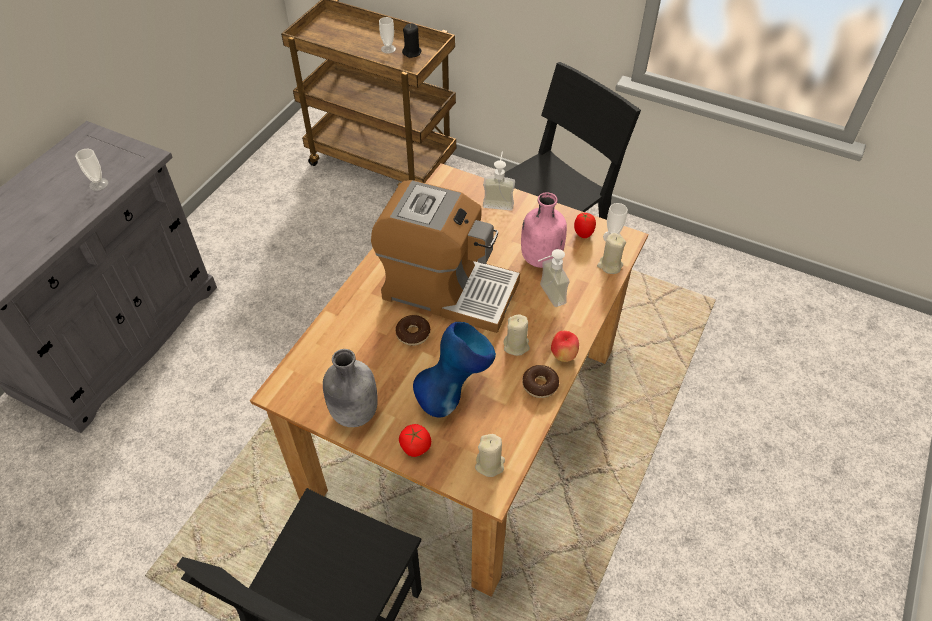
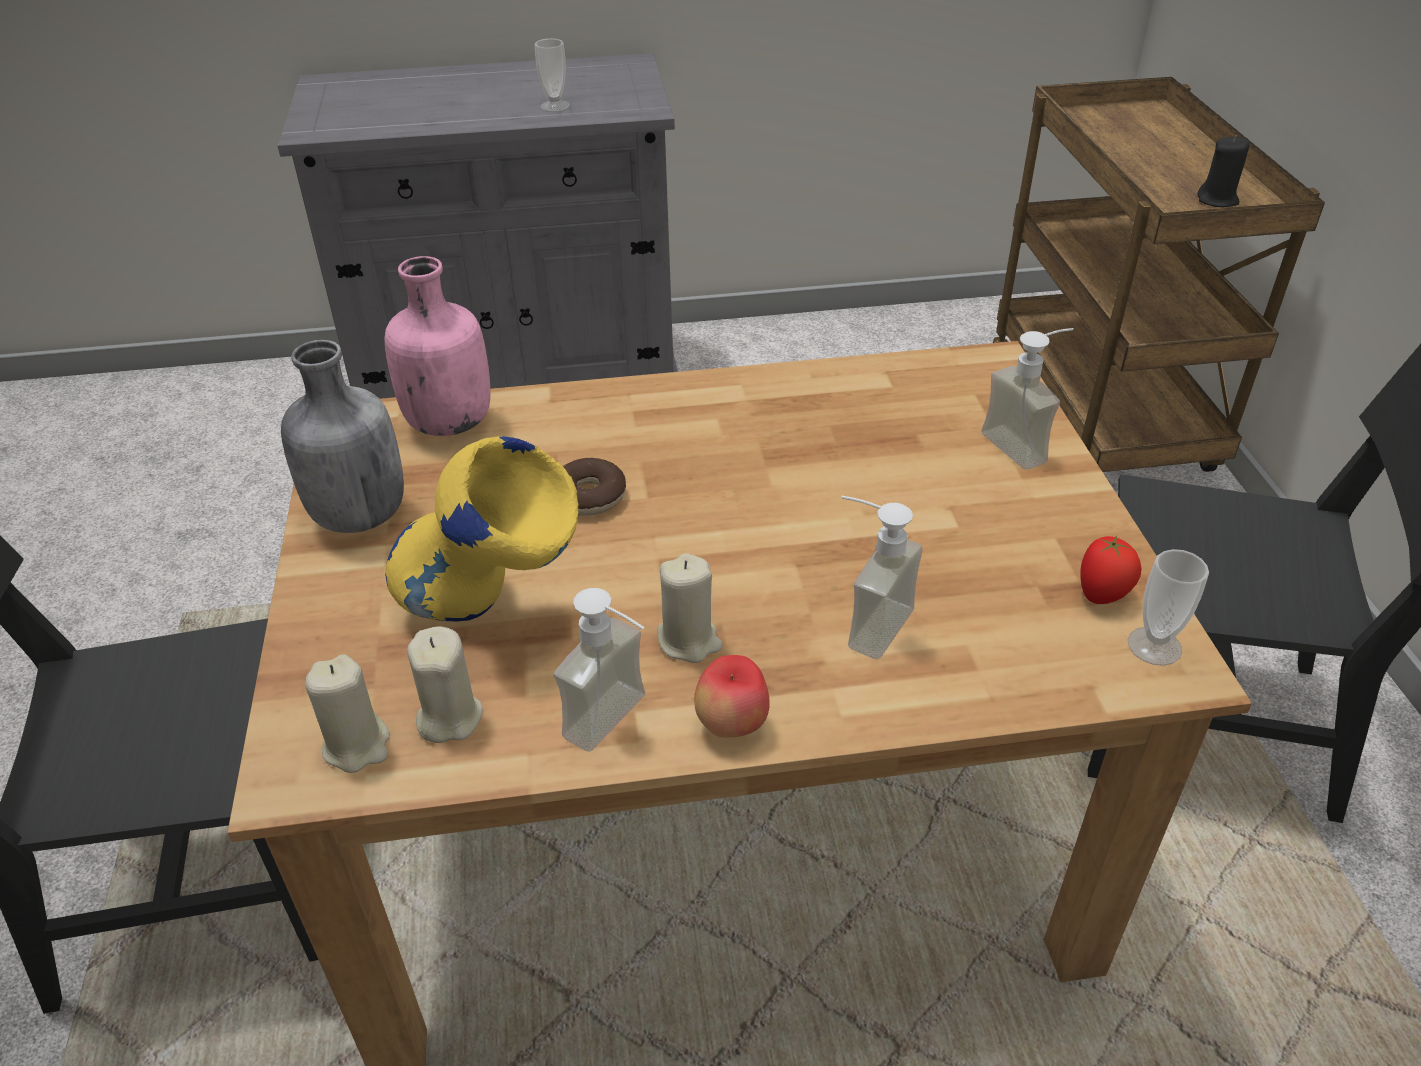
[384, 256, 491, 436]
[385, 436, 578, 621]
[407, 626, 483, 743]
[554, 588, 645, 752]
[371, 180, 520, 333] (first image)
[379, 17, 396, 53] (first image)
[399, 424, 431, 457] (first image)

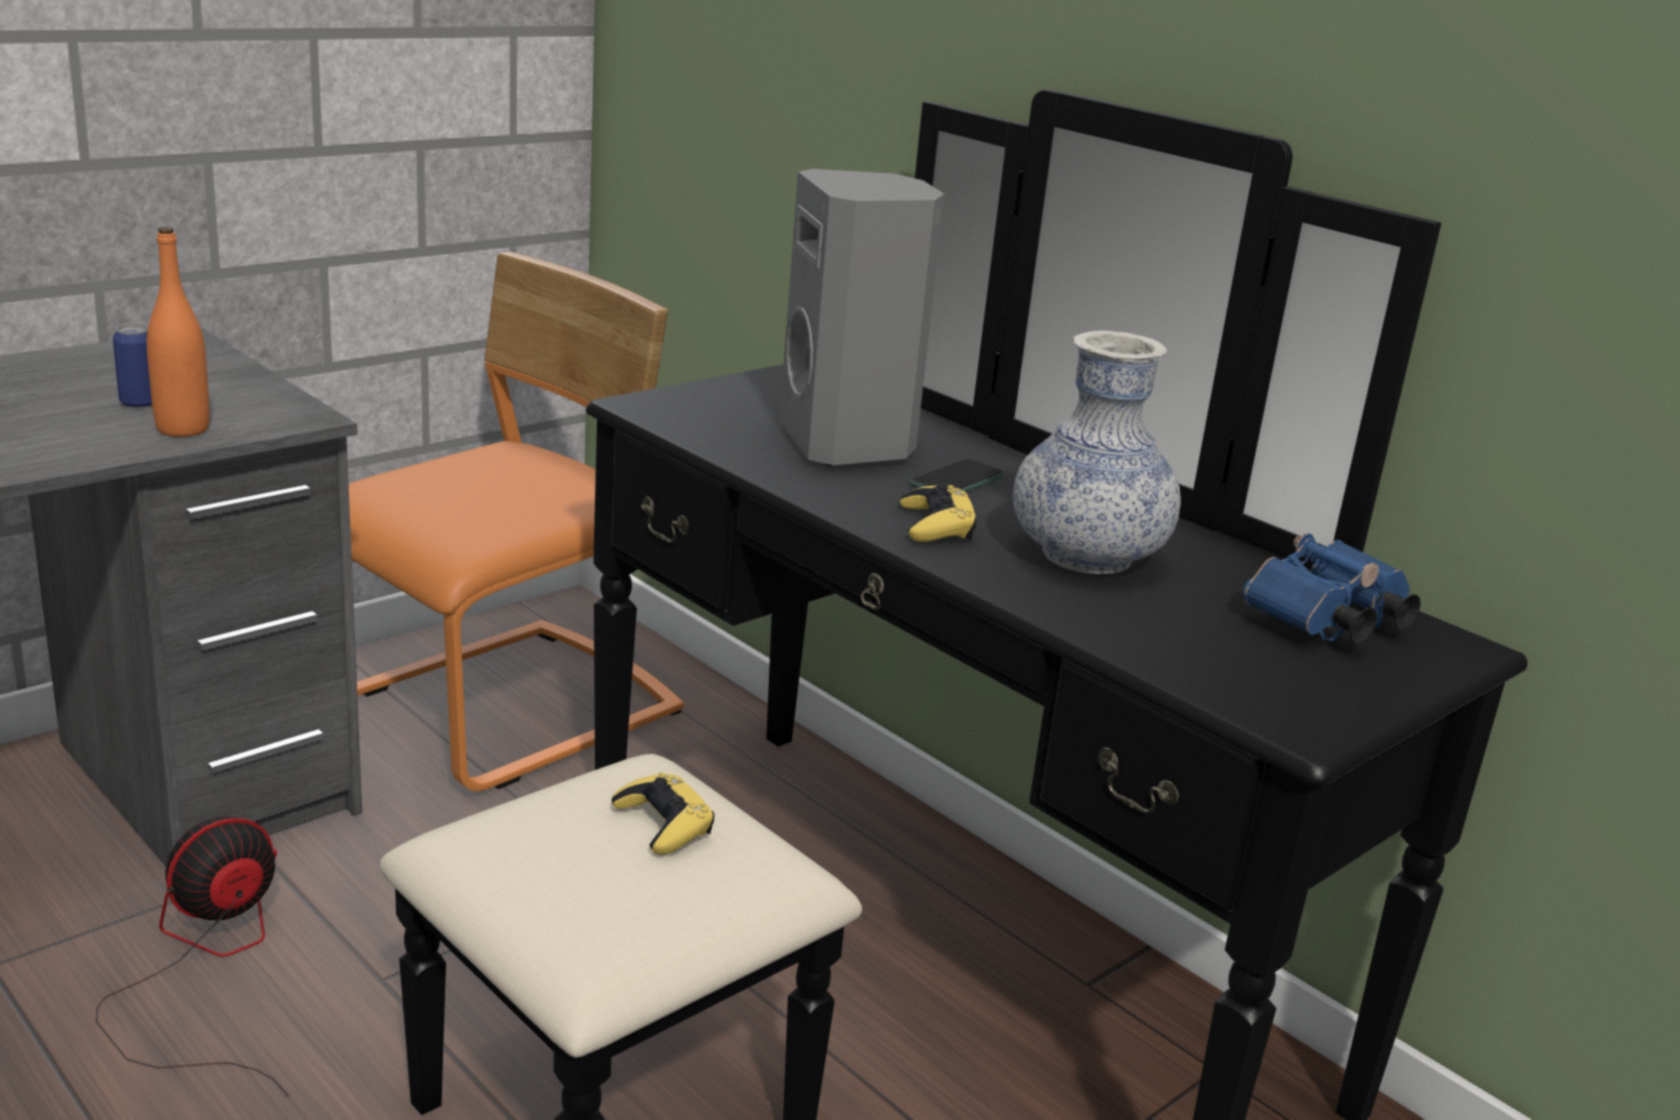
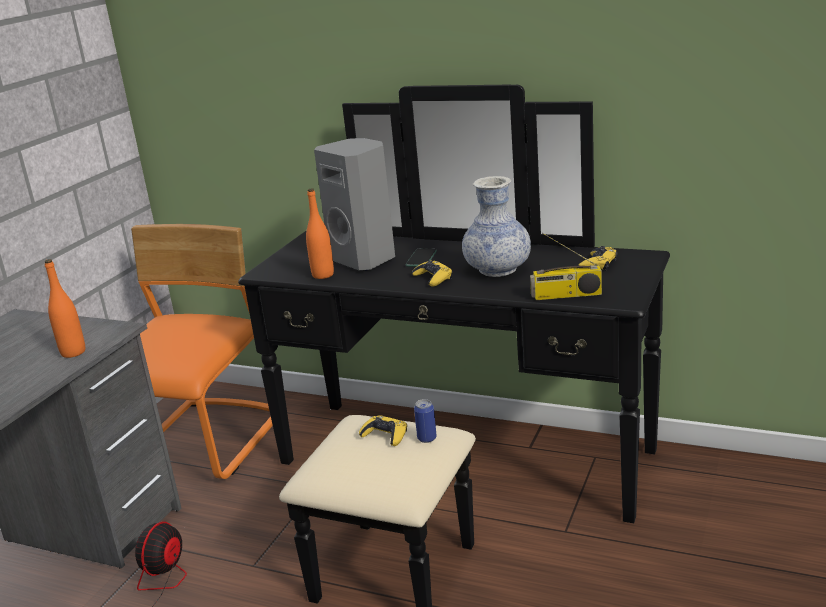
[306, 189, 334, 279]
[414, 399, 437, 443]
[530, 233, 602, 300]
[578, 246, 617, 271]

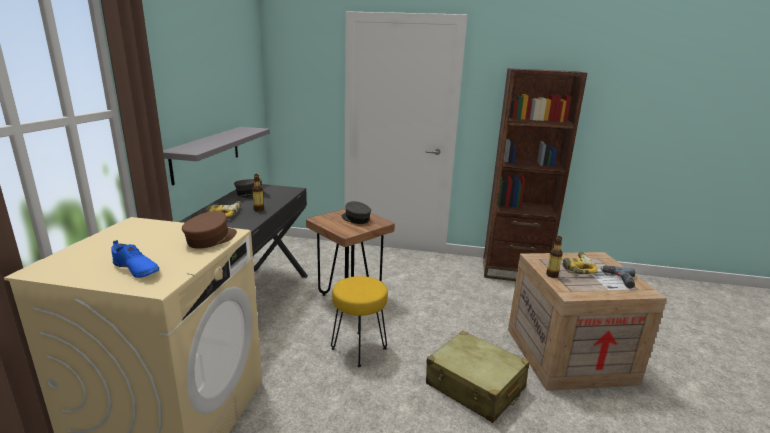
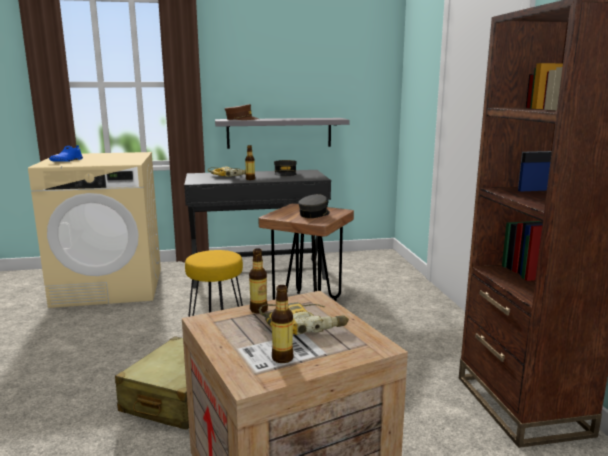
[225, 104, 259, 120]
[271, 285, 294, 363]

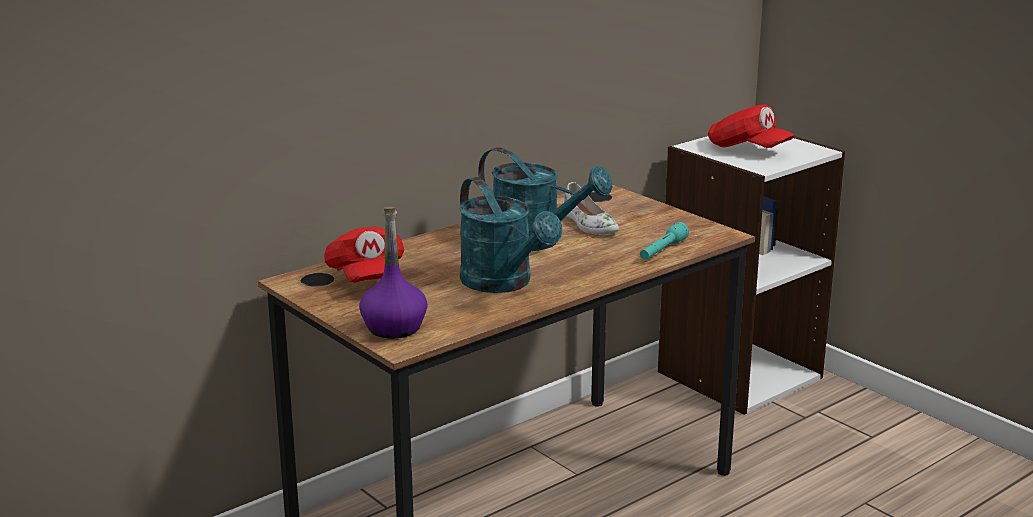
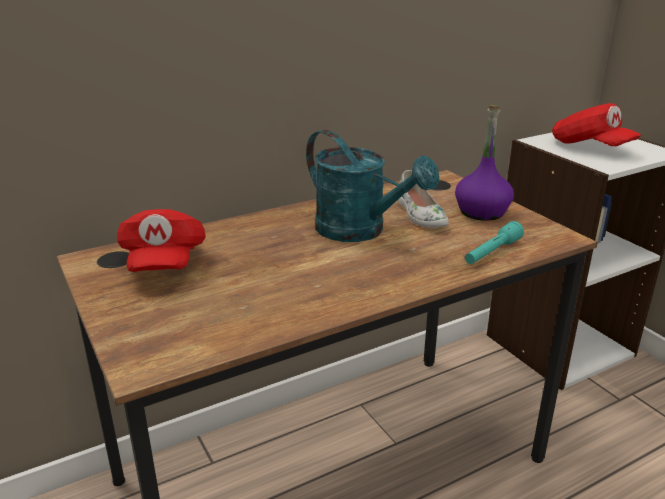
[455, 105, 514, 221]
[459, 177, 562, 293] (first image)

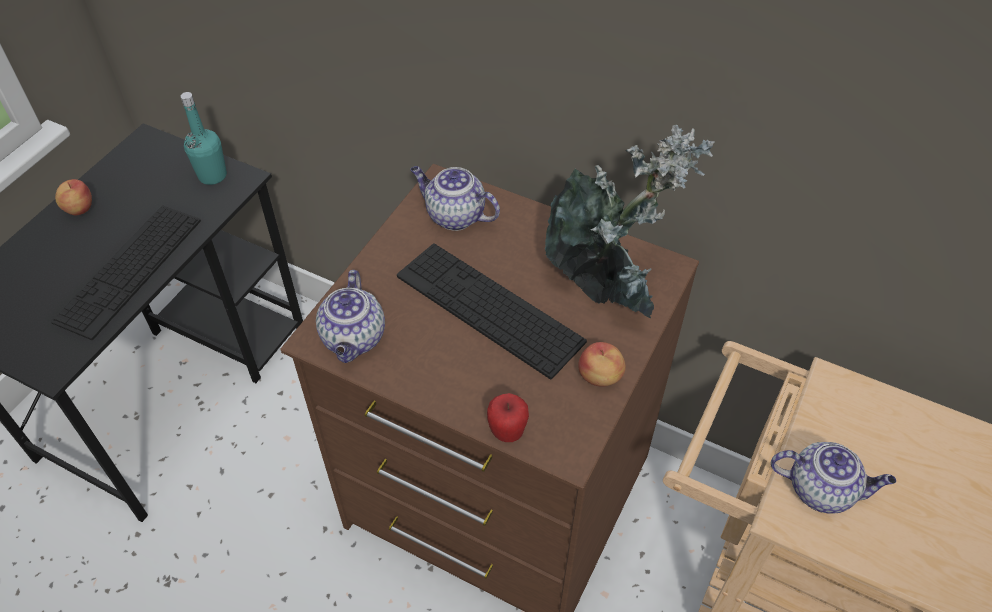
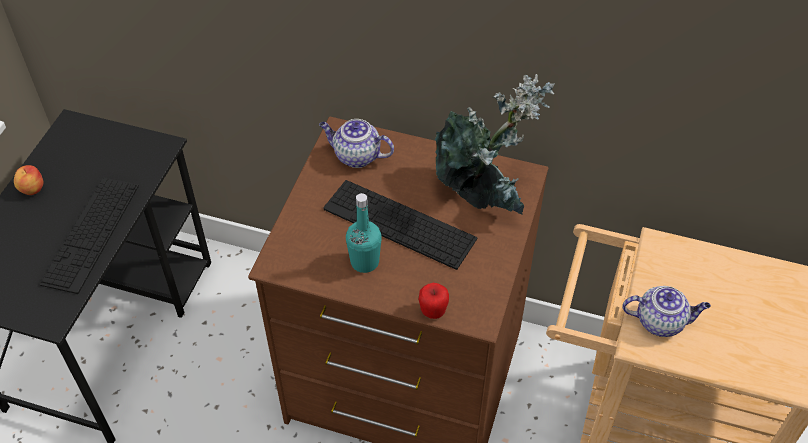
[346, 193, 382, 273]
[316, 270, 385, 363] (first image)
[578, 342, 626, 387] (first image)

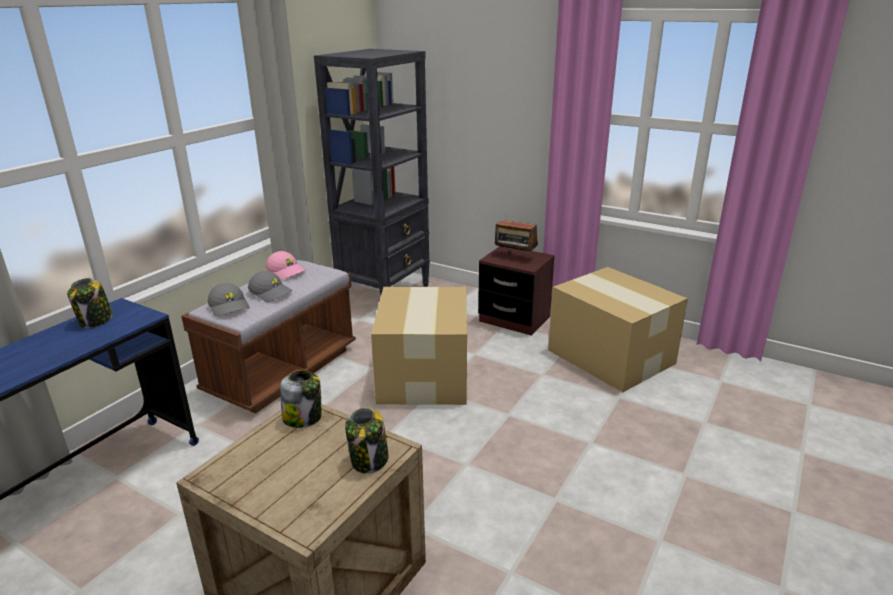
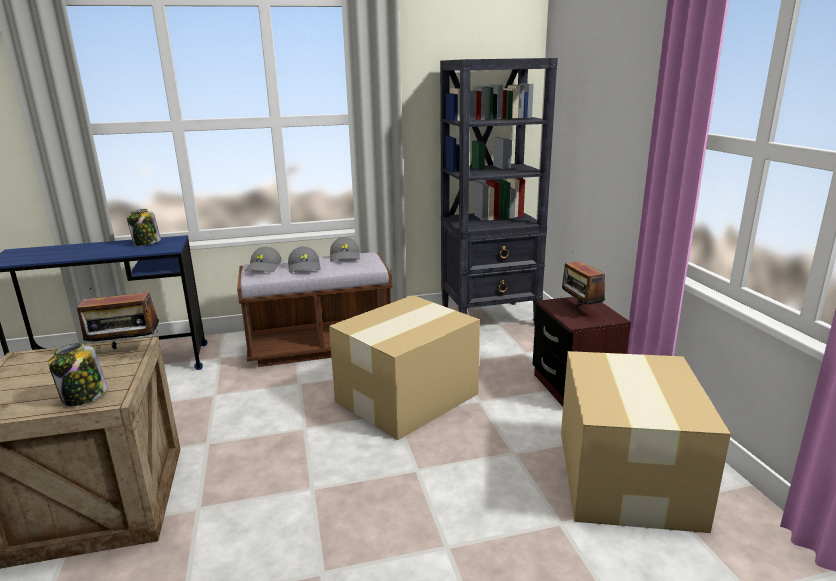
[77, 288, 159, 350]
[330, 237, 360, 261]

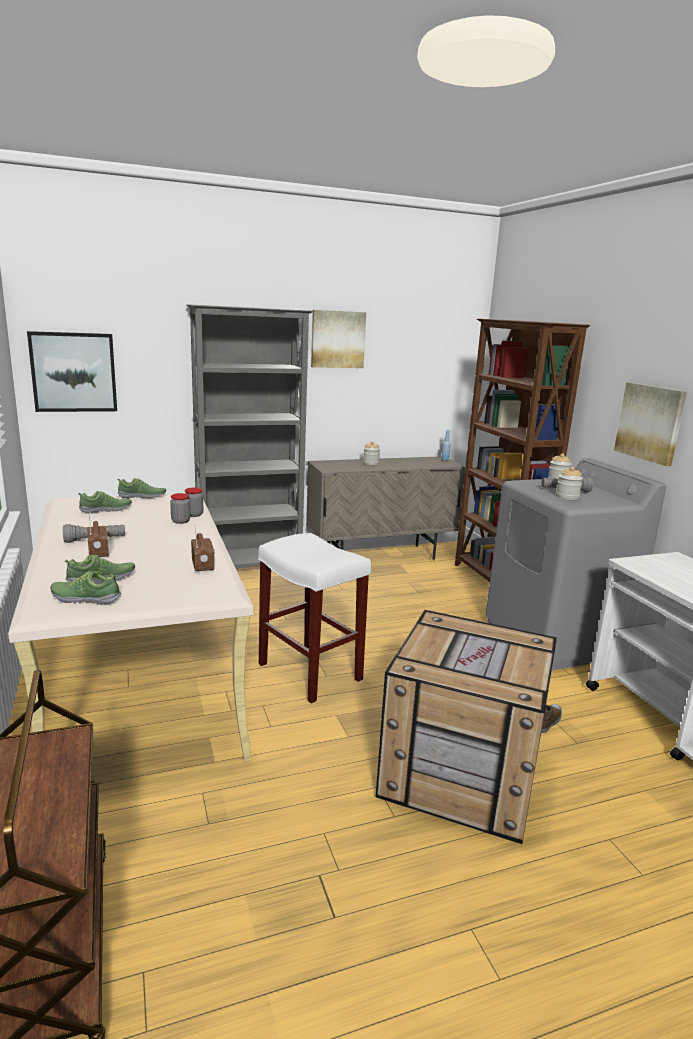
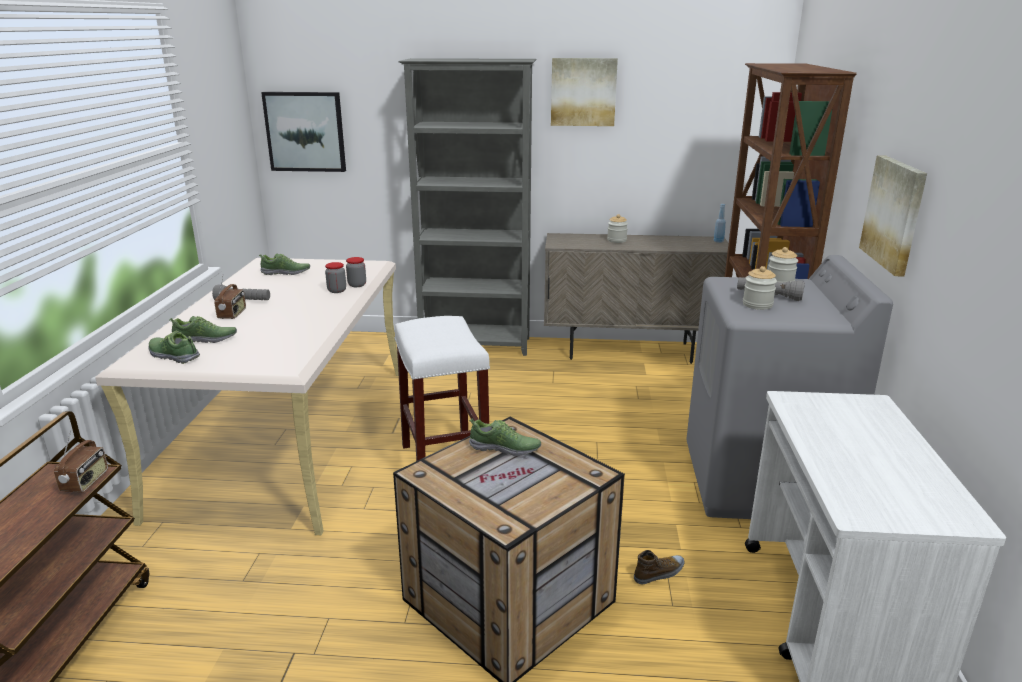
[54, 430, 108, 492]
[469, 419, 541, 456]

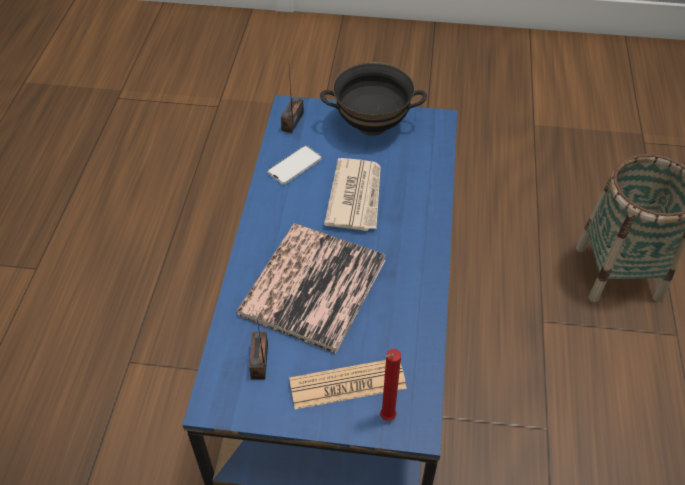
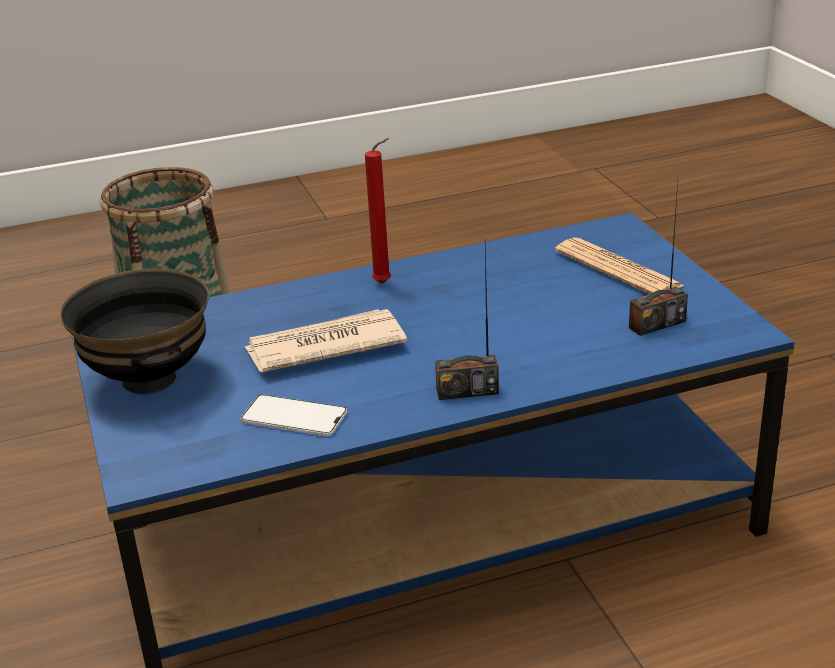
[365, 138, 391, 284]
[435, 247, 499, 400]
[236, 224, 386, 354] (first image)

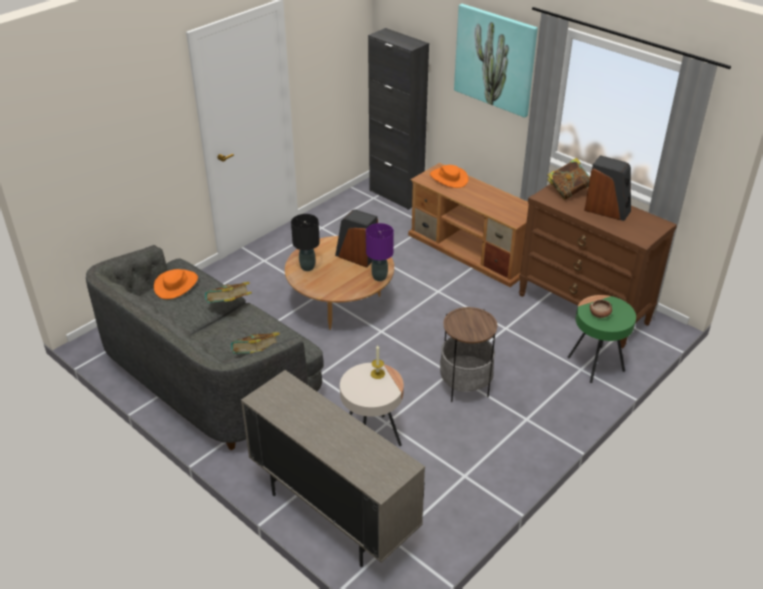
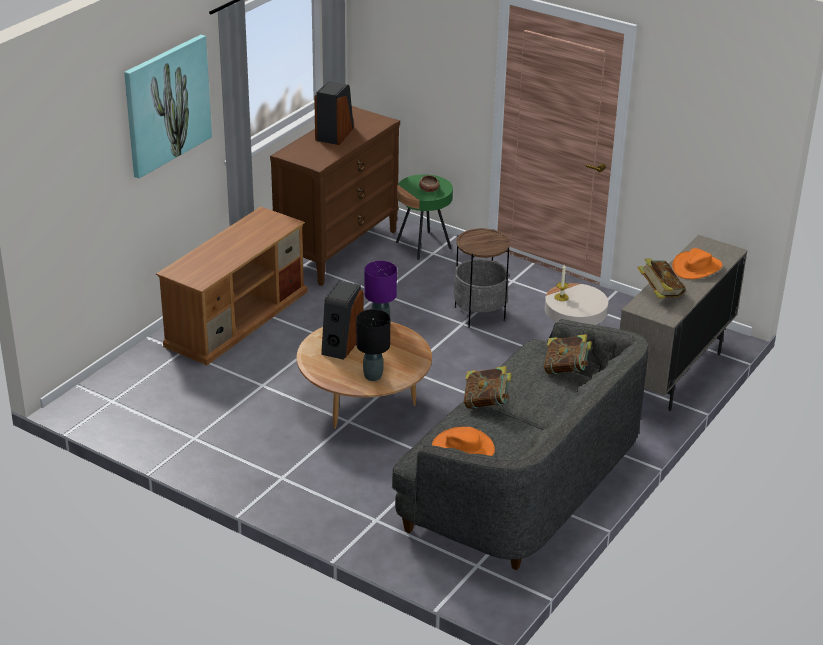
[637, 259, 686, 299]
[672, 248, 723, 279]
[368, 28, 429, 210] (first image)

